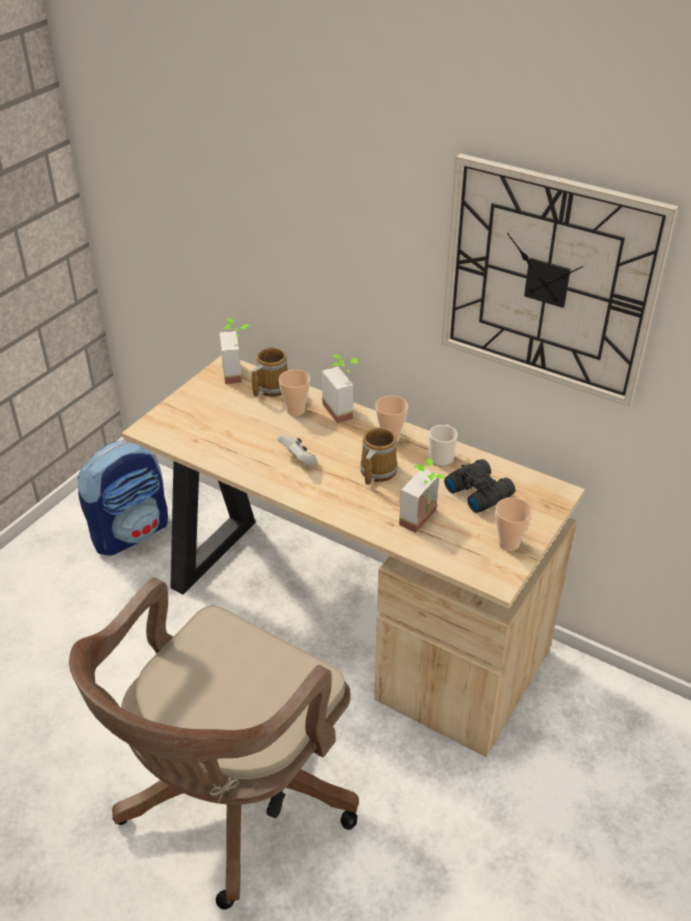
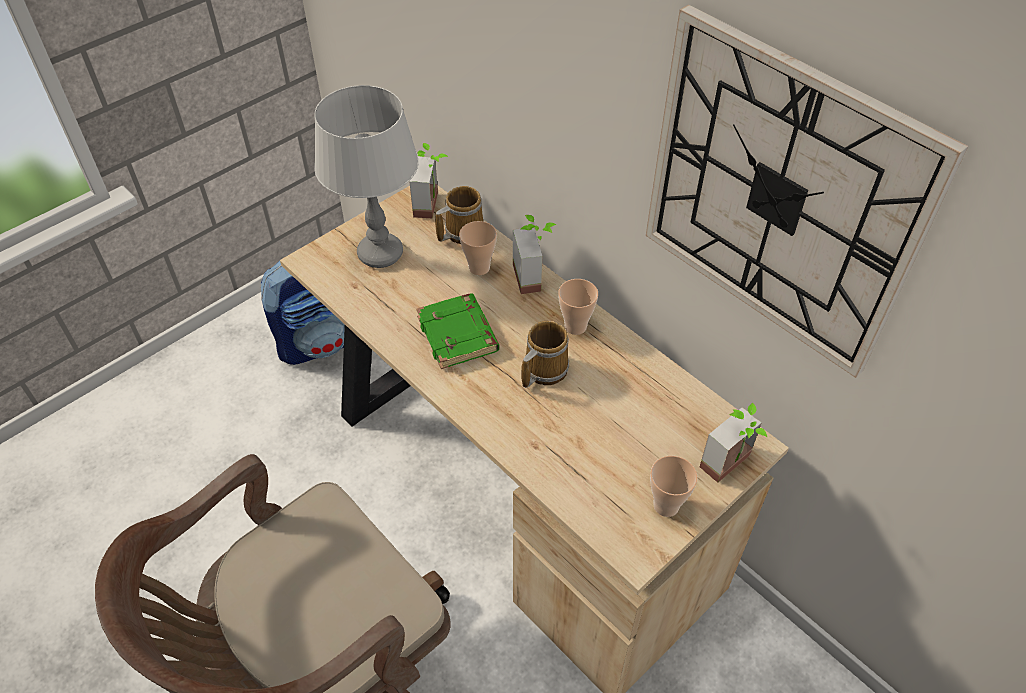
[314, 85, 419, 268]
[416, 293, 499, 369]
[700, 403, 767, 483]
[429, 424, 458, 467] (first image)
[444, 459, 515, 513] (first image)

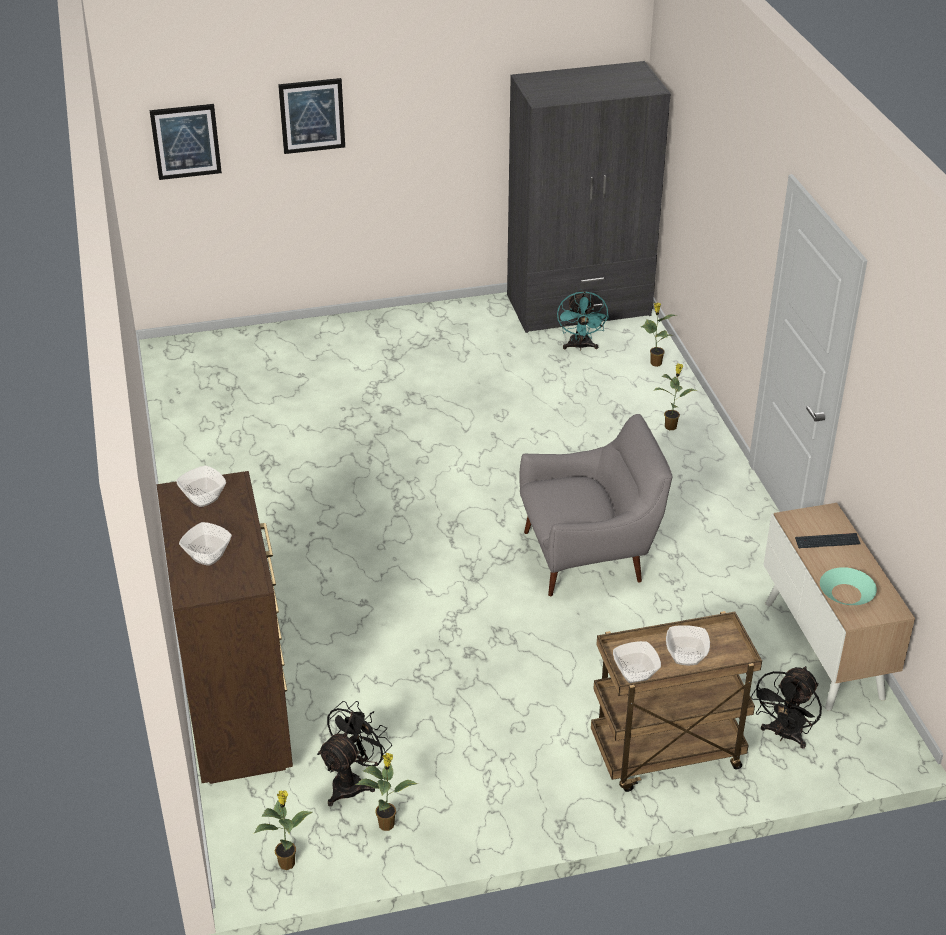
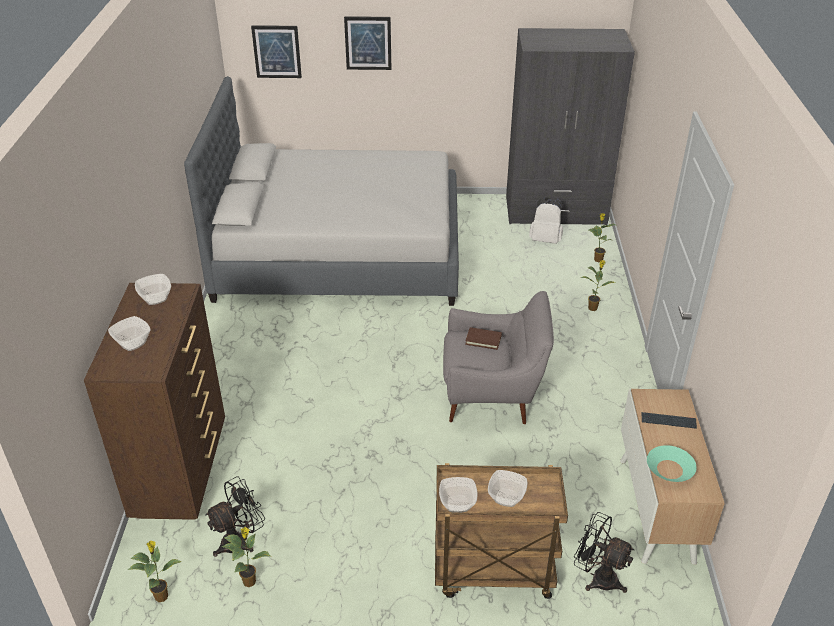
[184, 76, 459, 306]
[465, 327, 502, 350]
[529, 197, 563, 244]
[574, 512, 634, 593]

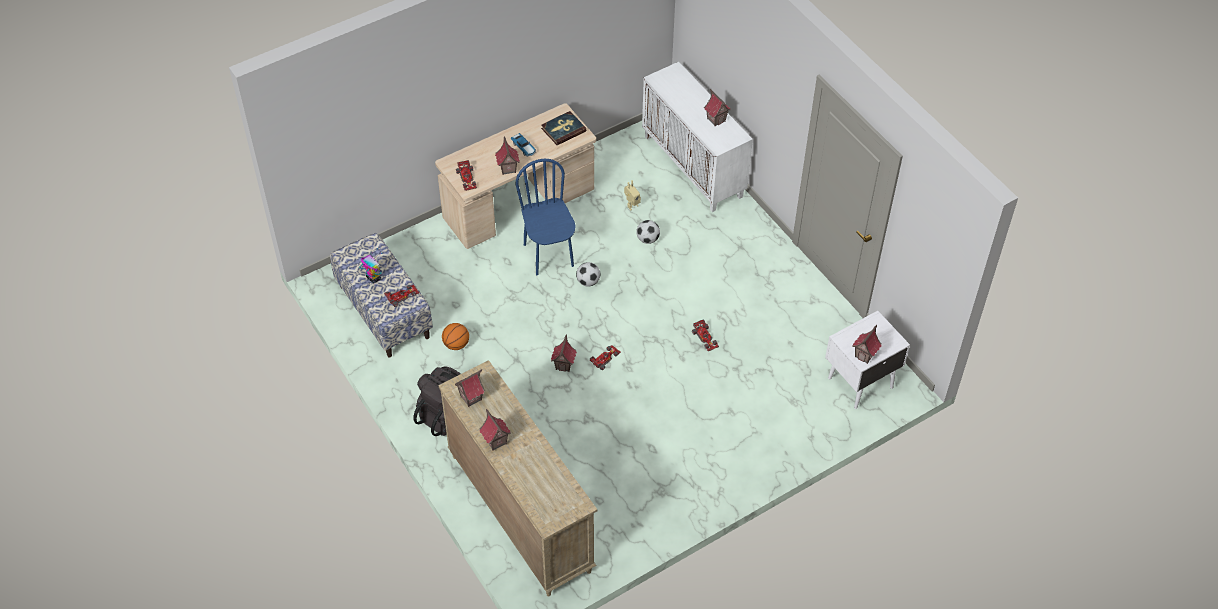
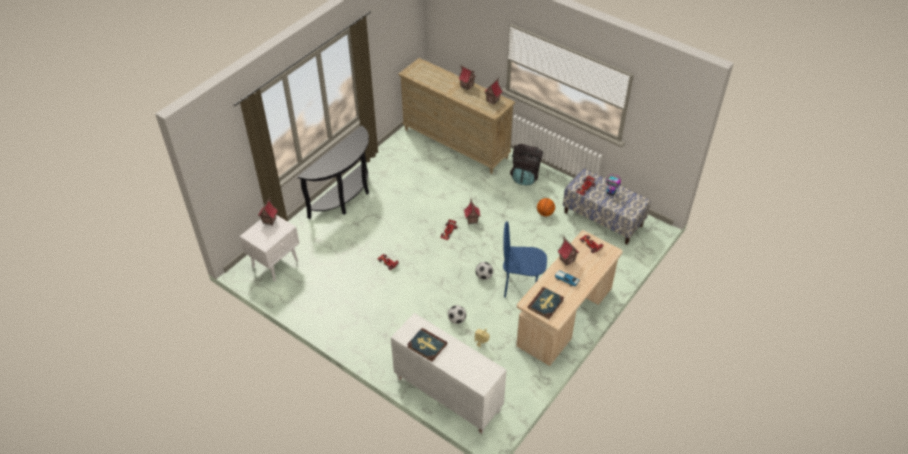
[298, 126, 369, 219]
[407, 328, 447, 362]
[503, 221, 547, 298]

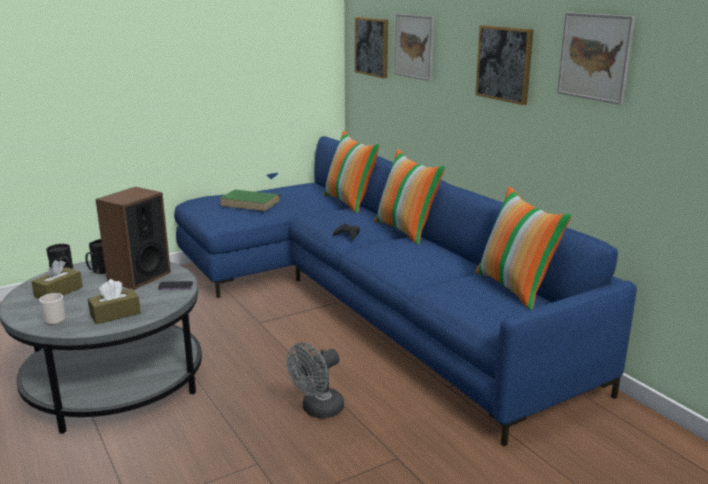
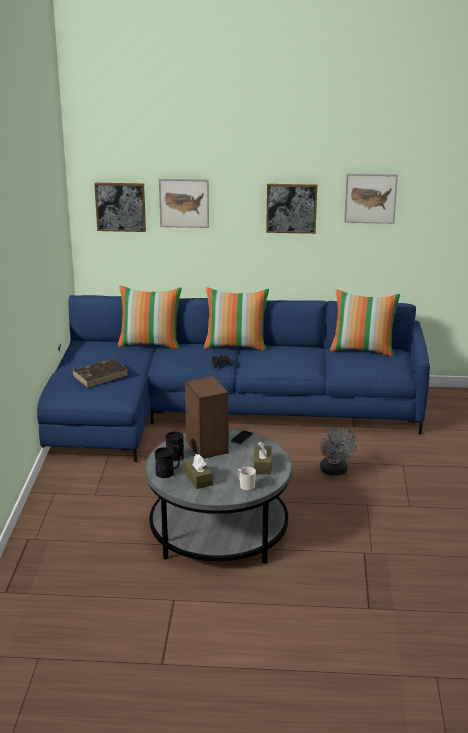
[72, 359, 128, 388]

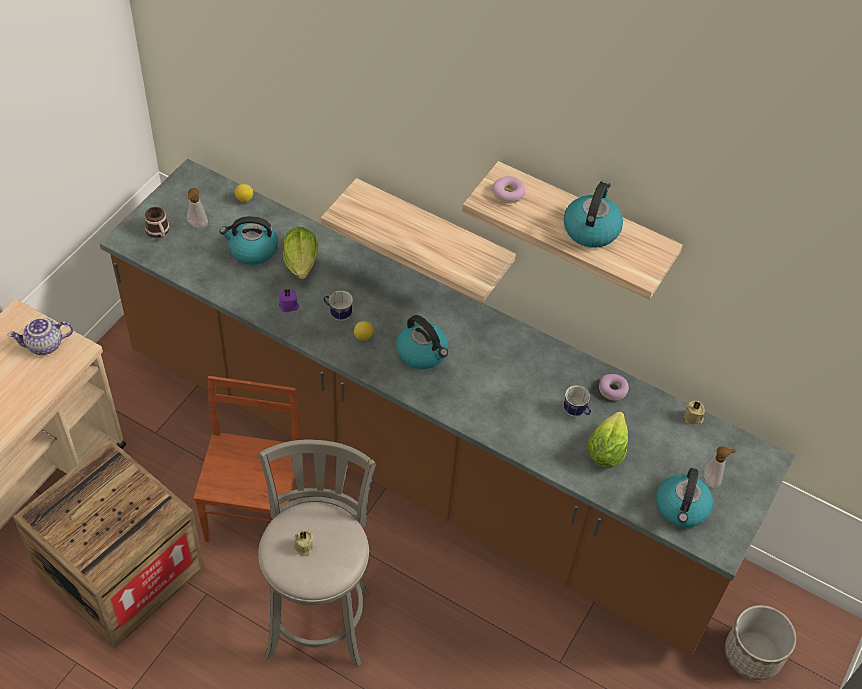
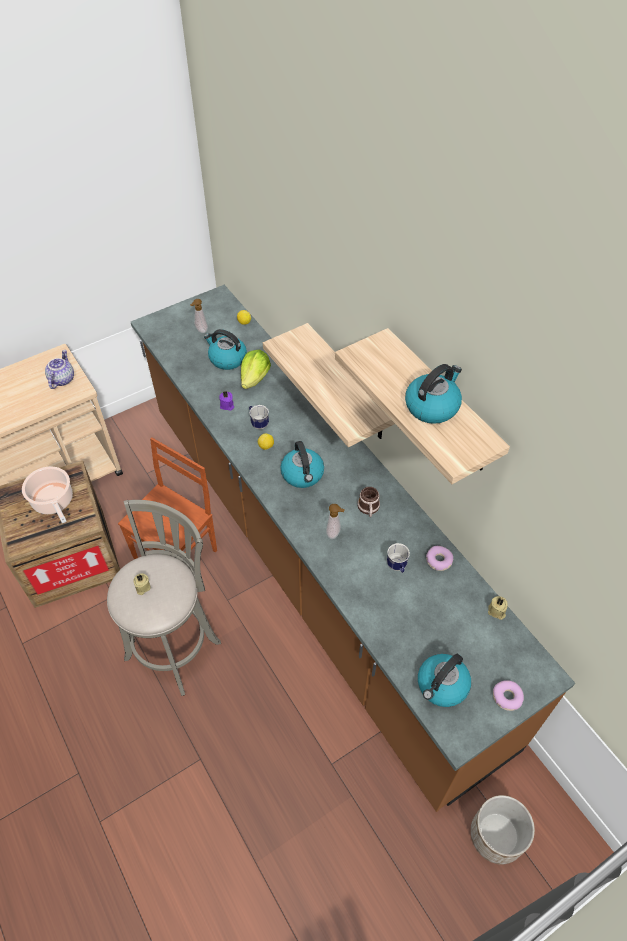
[22, 466, 73, 523]
[45, 350, 74, 389]
[326, 504, 345, 539]
[357, 487, 380, 517]
[493, 680, 524, 711]
[587, 411, 628, 468] (first image)

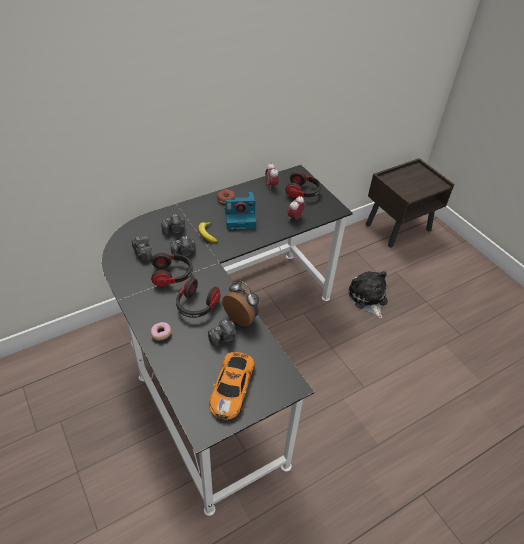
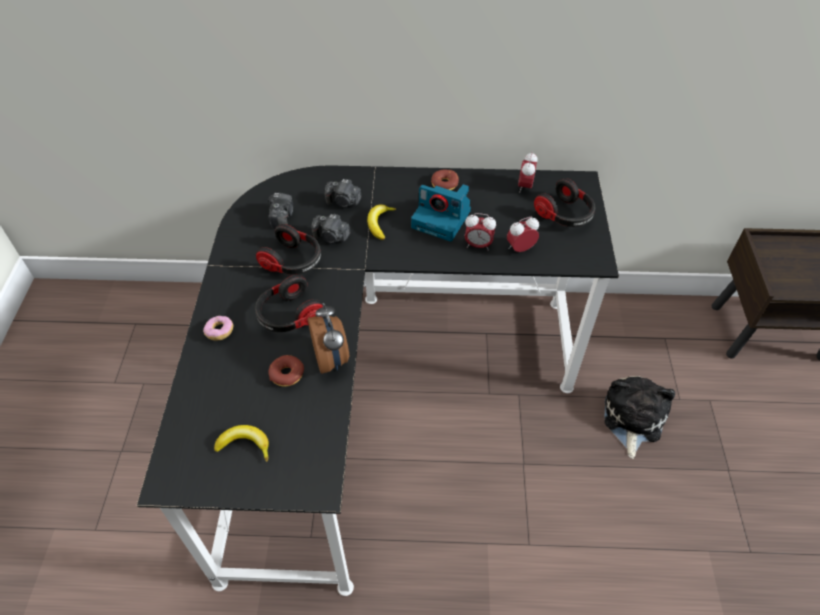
[214, 425, 269, 461]
[268, 355, 304, 387]
[464, 213, 496, 251]

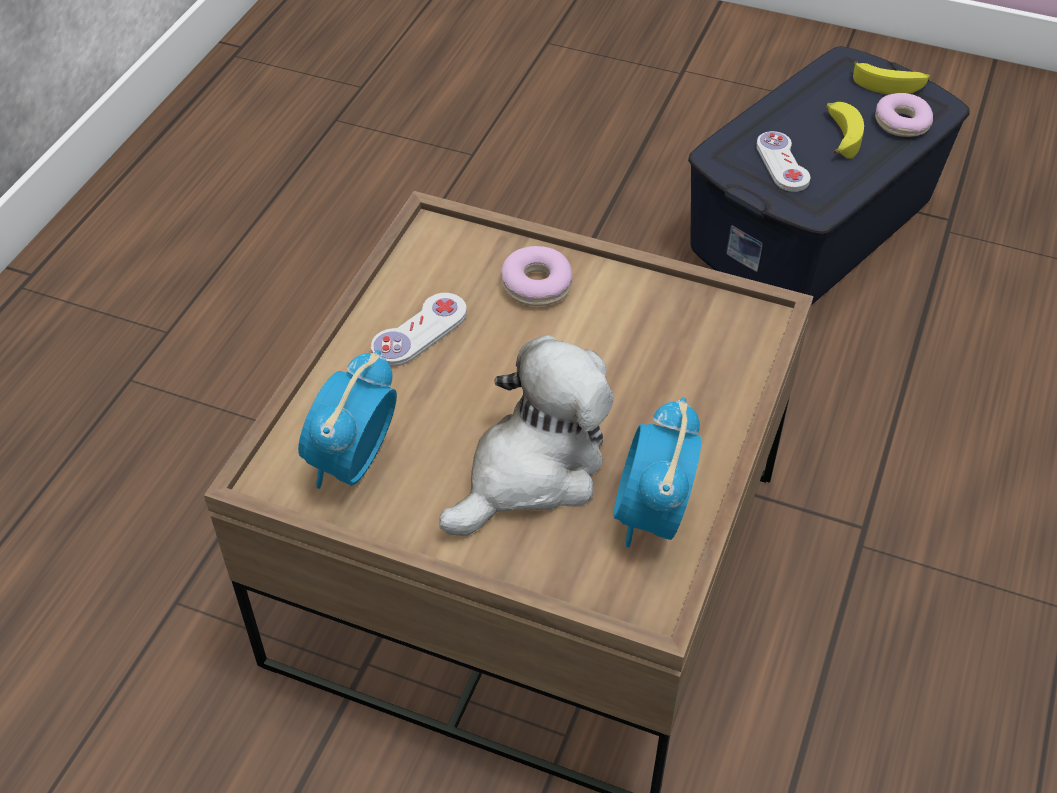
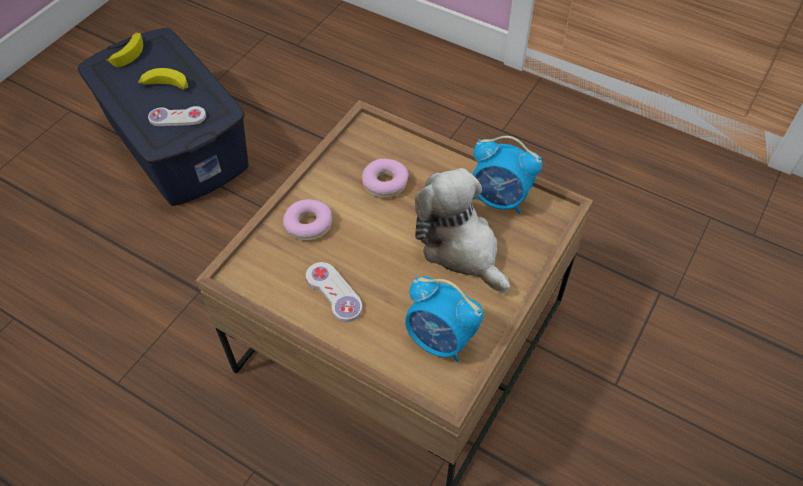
[362, 159, 409, 198]

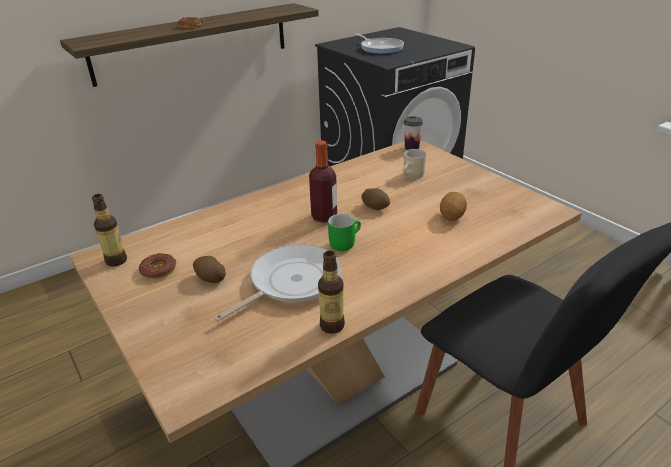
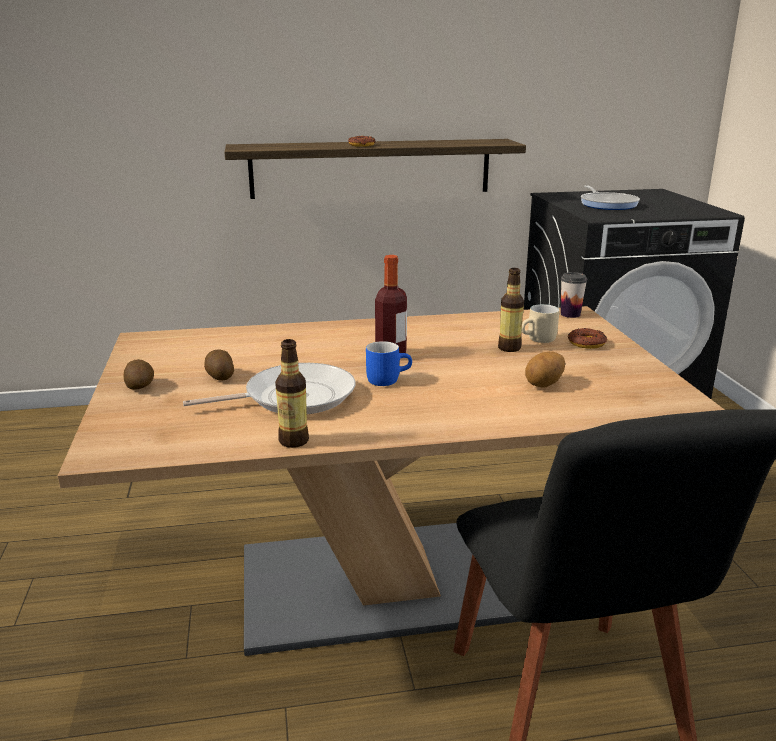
[123, 359, 154, 390]
[366, 341, 412, 386]
[498, 268, 524, 352]
[568, 328, 607, 349]

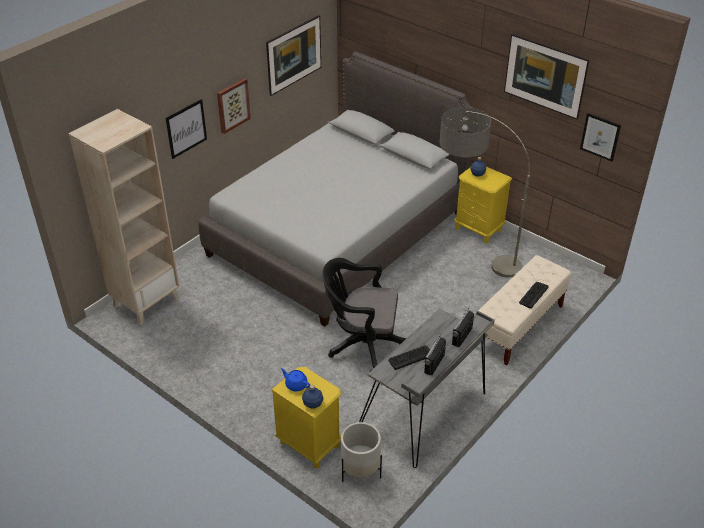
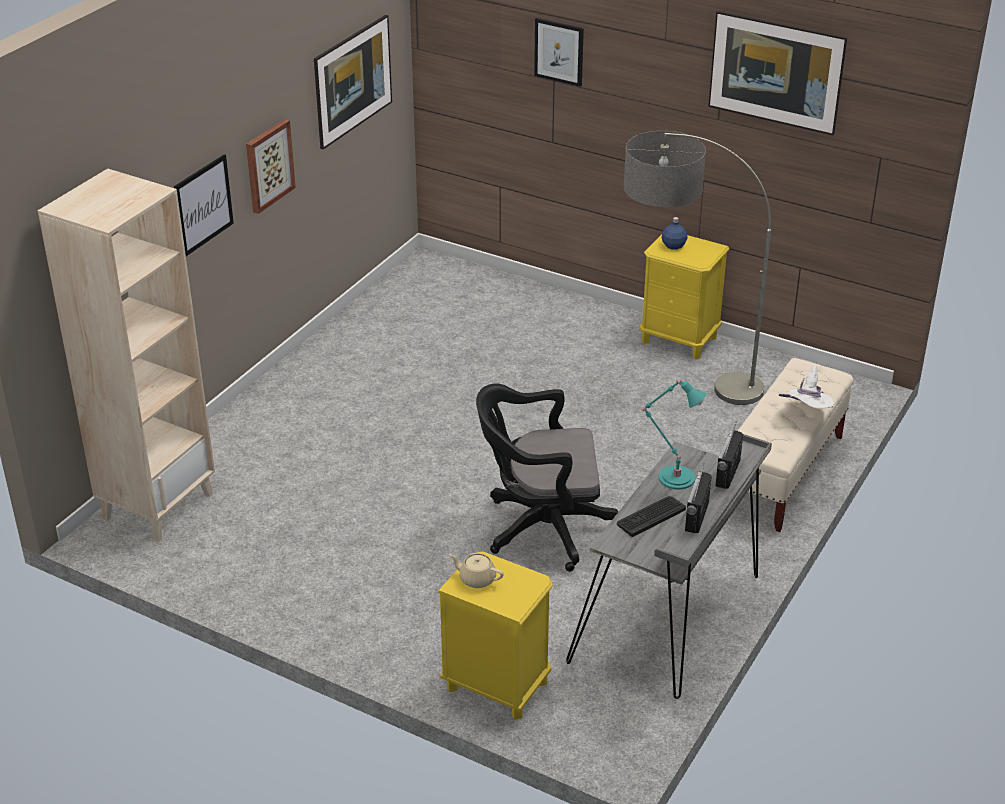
[449, 554, 504, 588]
[534, 18, 584, 87]
[640, 379, 707, 490]
[779, 365, 834, 409]
[198, 52, 474, 327] (first image)
[302, 385, 323, 409] (first image)
[341, 422, 382, 482] (first image)

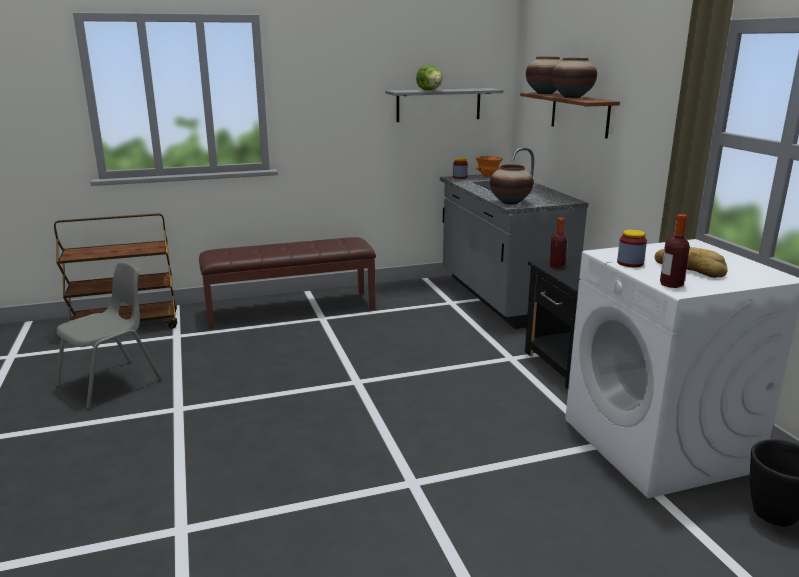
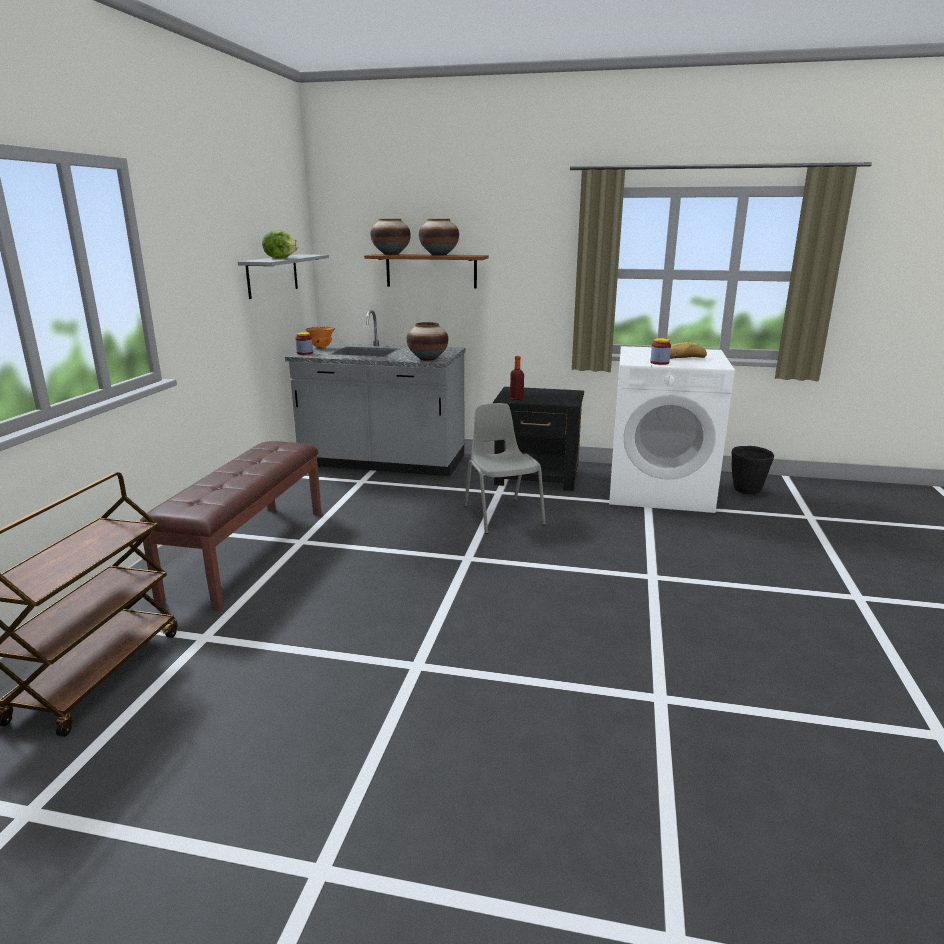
[464, 403, 546, 534]
[660, 214, 690, 288] (first image)

